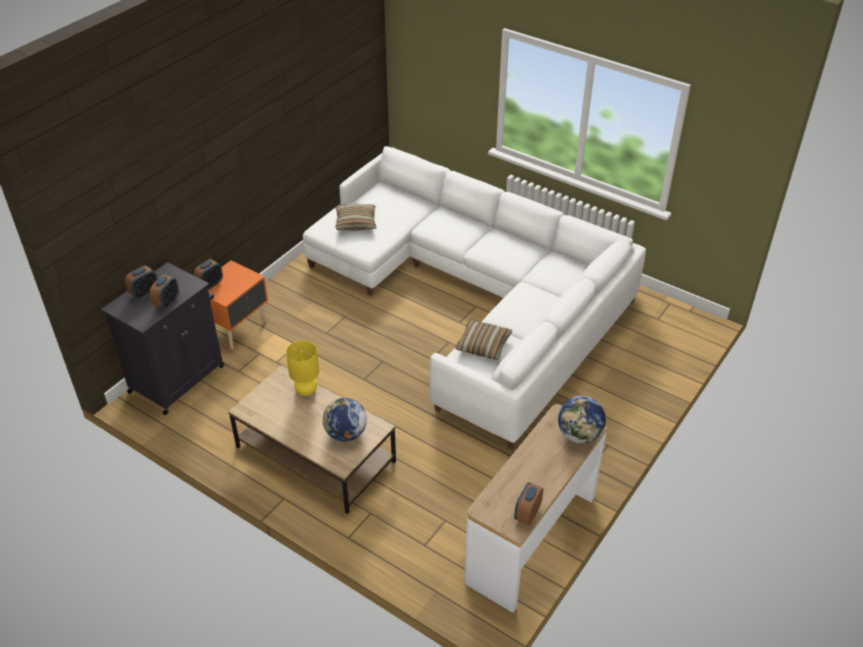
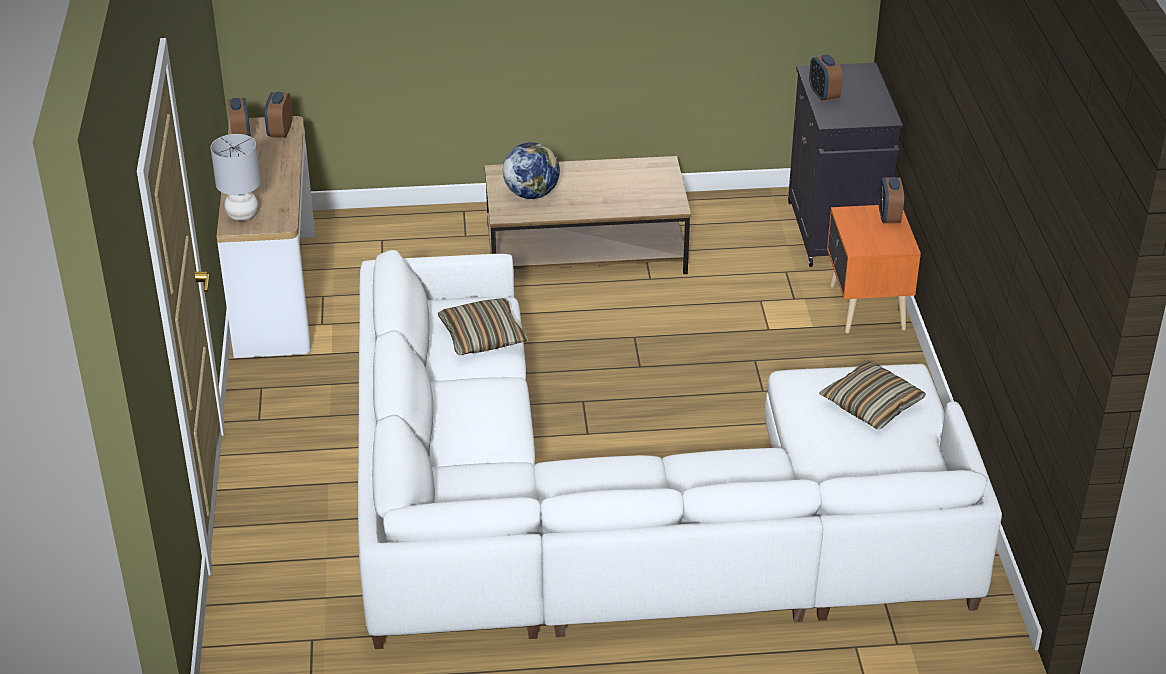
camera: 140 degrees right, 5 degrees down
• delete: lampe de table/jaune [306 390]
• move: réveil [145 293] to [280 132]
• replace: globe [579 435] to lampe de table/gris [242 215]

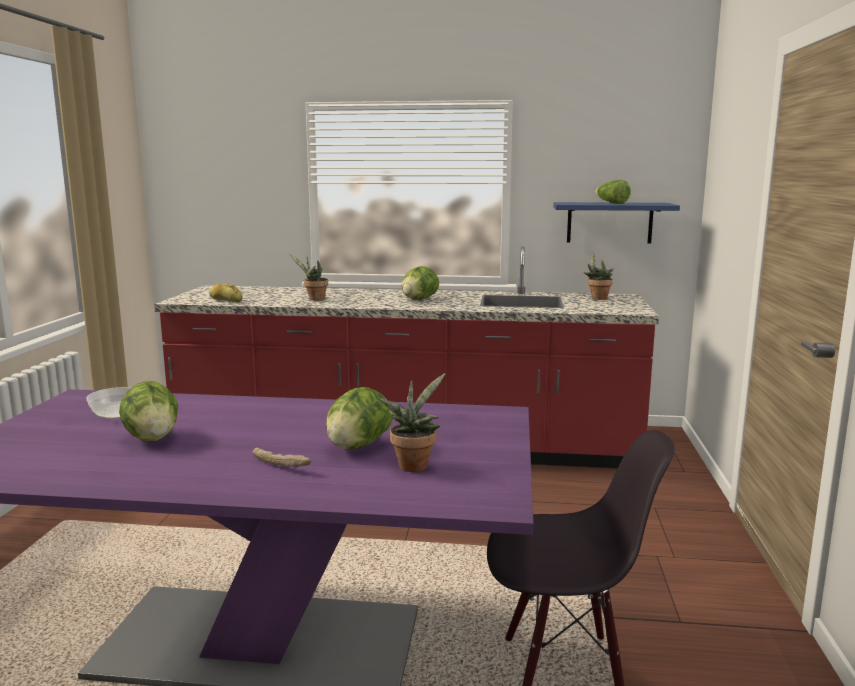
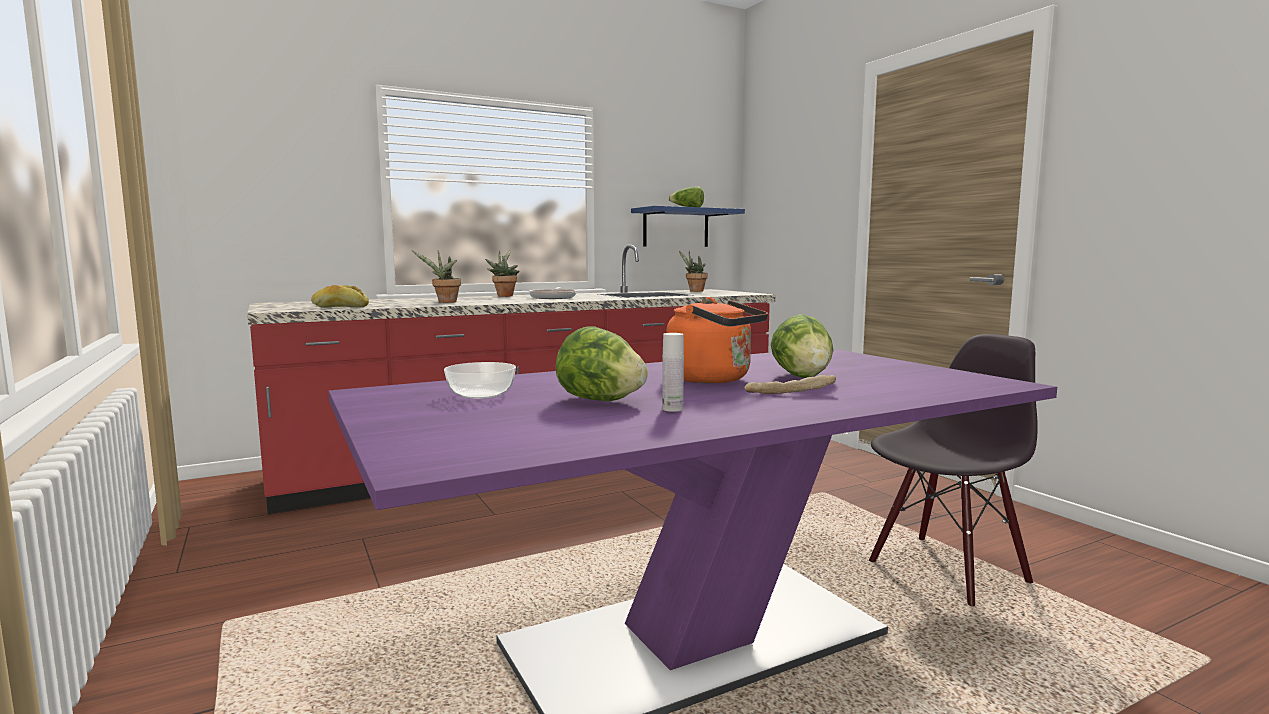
camera: 35 degrees left, 5 degrees down
• insert: bouteille/blanc [672 409]
• insert: bouilloire/orange [714 379]
• move: plante en pot [414 464] to [504 296]
• replace: laitue [419 299] to poêle [553 297]

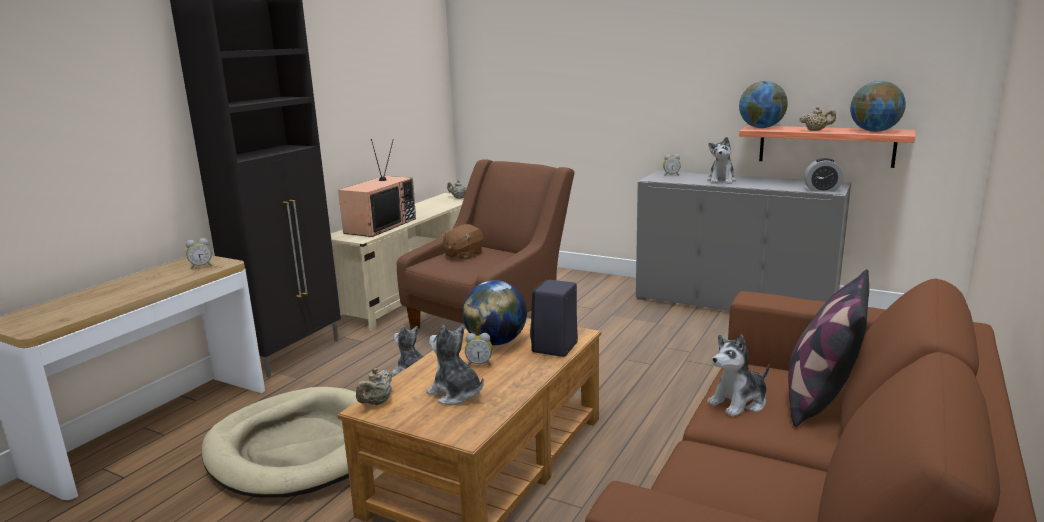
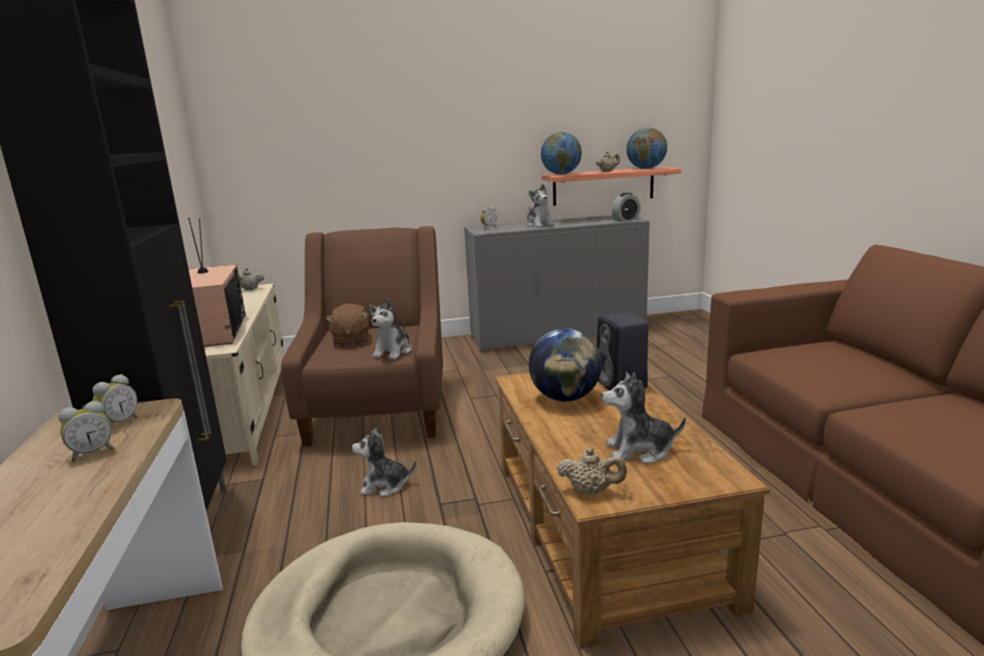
camera: 40 degrees left, 0 degrees up
• delete: coussin [820 399]
• move: réveil [479 364] to [92 453]
• move: peluche [739 402] to [393 352]
• rotate: théière/beige [377 402] = [591 491] 60 degrees counterclockwise

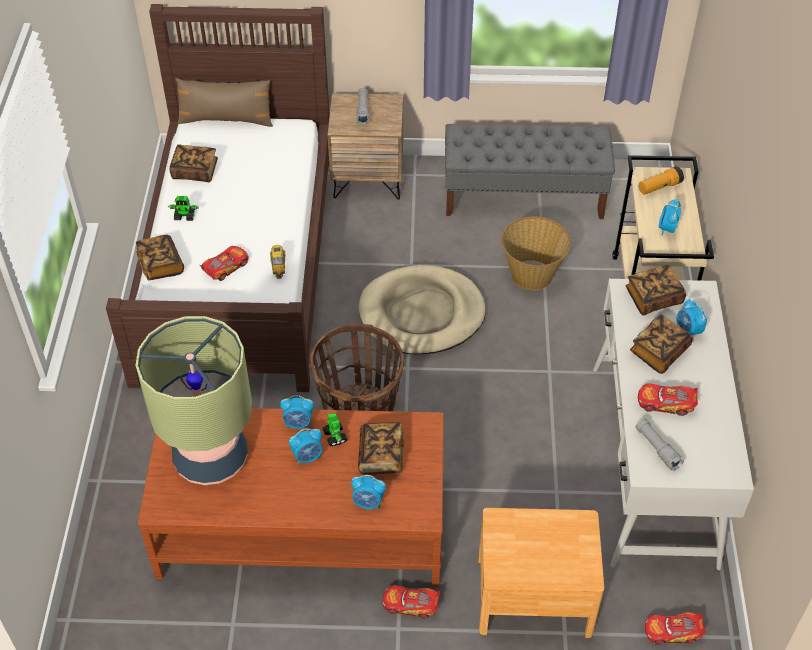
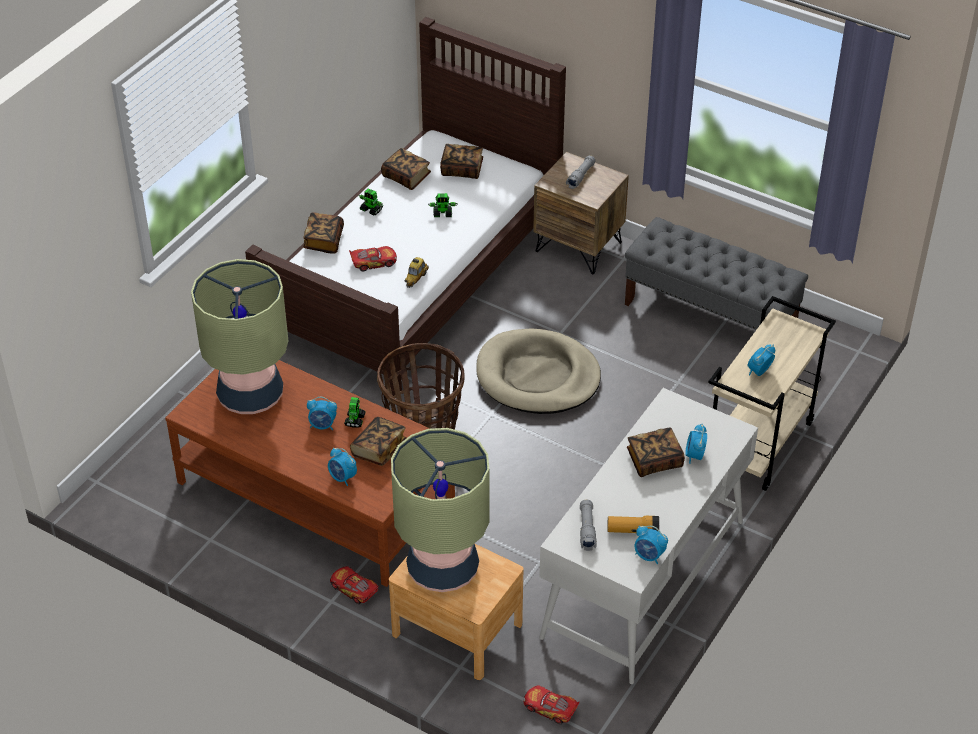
camera: 30 degrees right, 5 degrees down
• delete: coussin/marron [226 120]
• delete: panier [532 274]
• delete: petite voiture [666 403]
• insert: lampe de table [442 568]
• insert: robot jouet [443 213]
• move: réveil [298 423] to [649 556]
• move: livre [653 298] to [462 169]
• move: lampe de poche [659 187] to [632 531]

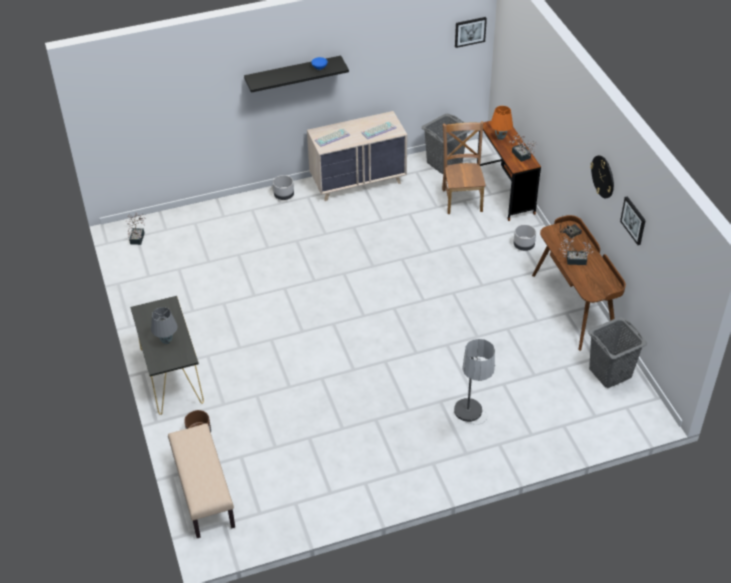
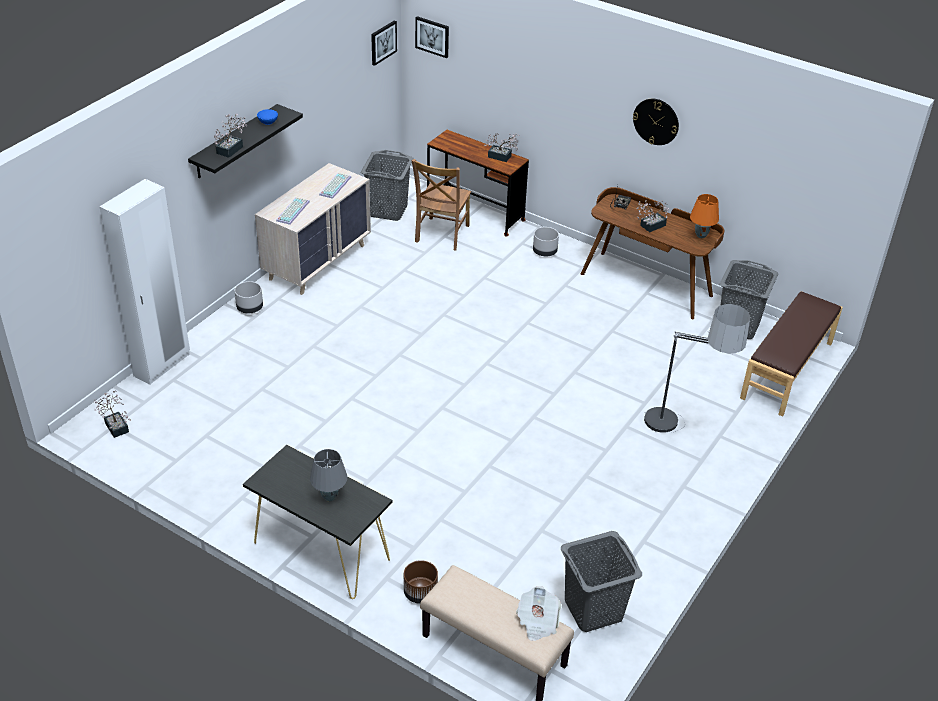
camera: 40 degrees left, 5 degrees down
• insert: armoire/blanc [162 365]
• insert: plante en pot [232 148]
• insert: journal [537 622]
• insert: panier à linge/gris [592 609]
• insert: banc/marron [787 370]
• move: lampe de table/orange [500 137] to [701 235]
• move: tableau [633 220] to [432 36]
• rotate: chaise/marron [462 199] = [441 235] 120 degrees counterclockwise

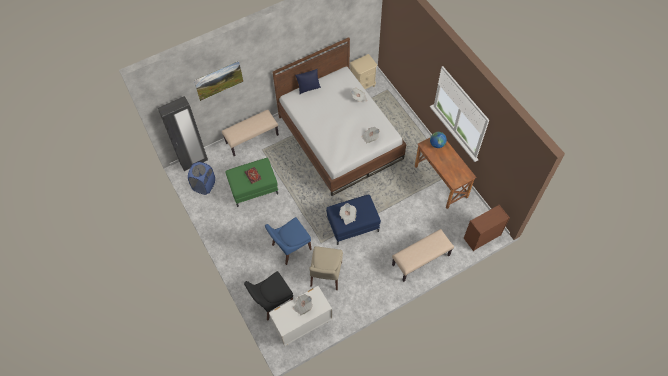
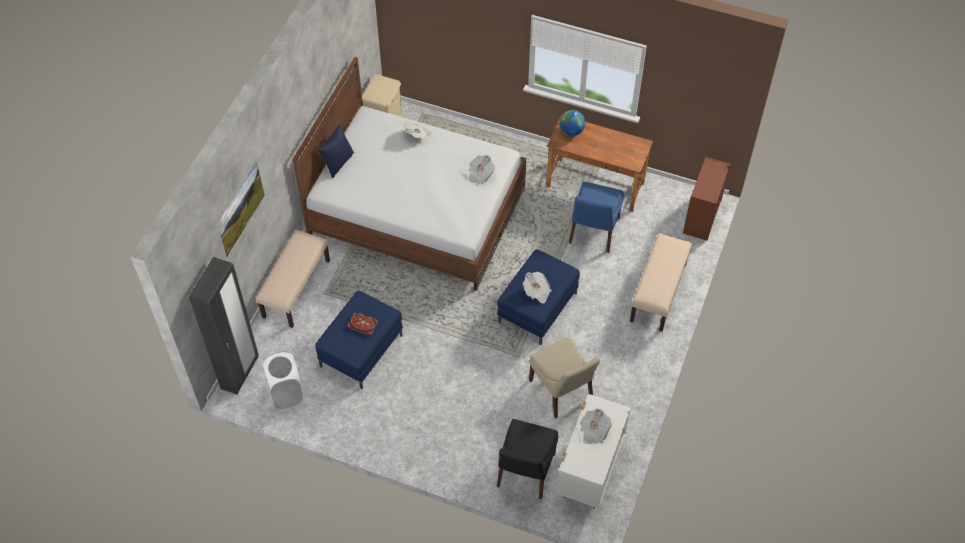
camera: 40 degrees left, 5 degrees down
• move: chaise/bleu [290 247] to [593 232]
• recolor: panier à linge/bleu [204 185] to panier à linge/blanc [286 393]
• recolor: pouf/vert [253 188] to pouf/bleu [361 350]

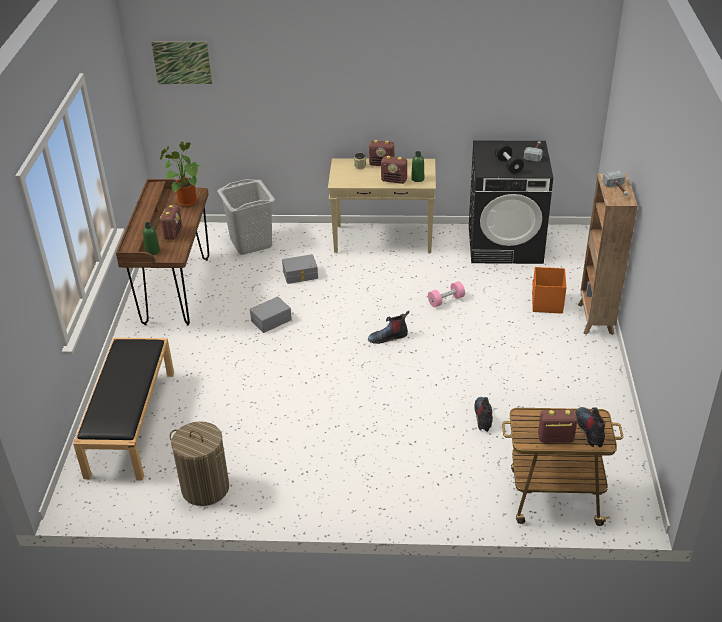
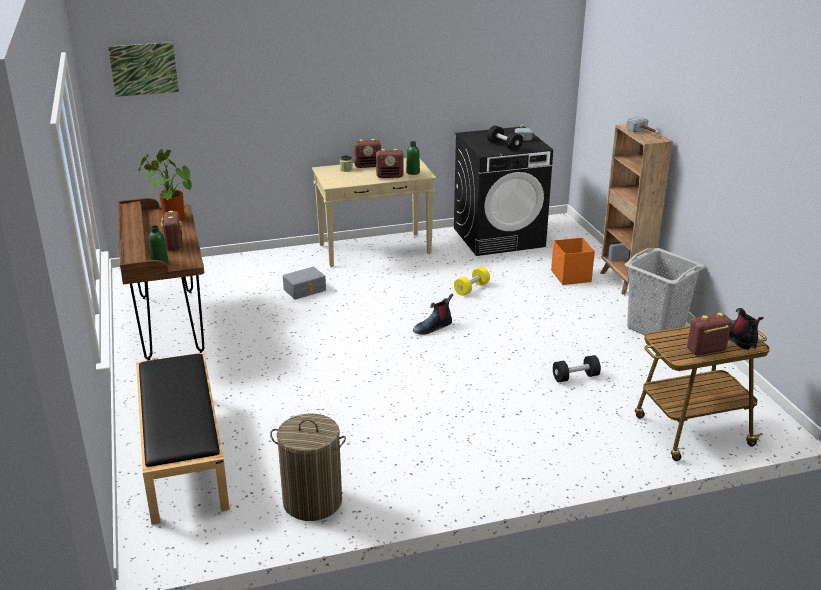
camera: 20 degrees left, 10 degrees down
• delete: boîte de rangement/gris [270 320]
• move: panier à linge/gris [251 243] to [655 328]
• replace: botte [483 417] to haltère/noir [575 377]
• recolor: haltère/rose [446 300] to haltère/jaune [471 289]

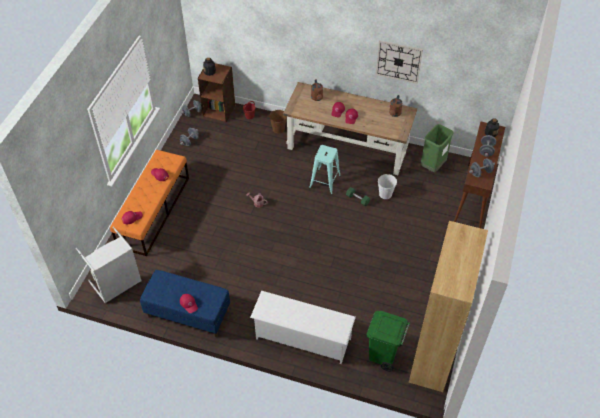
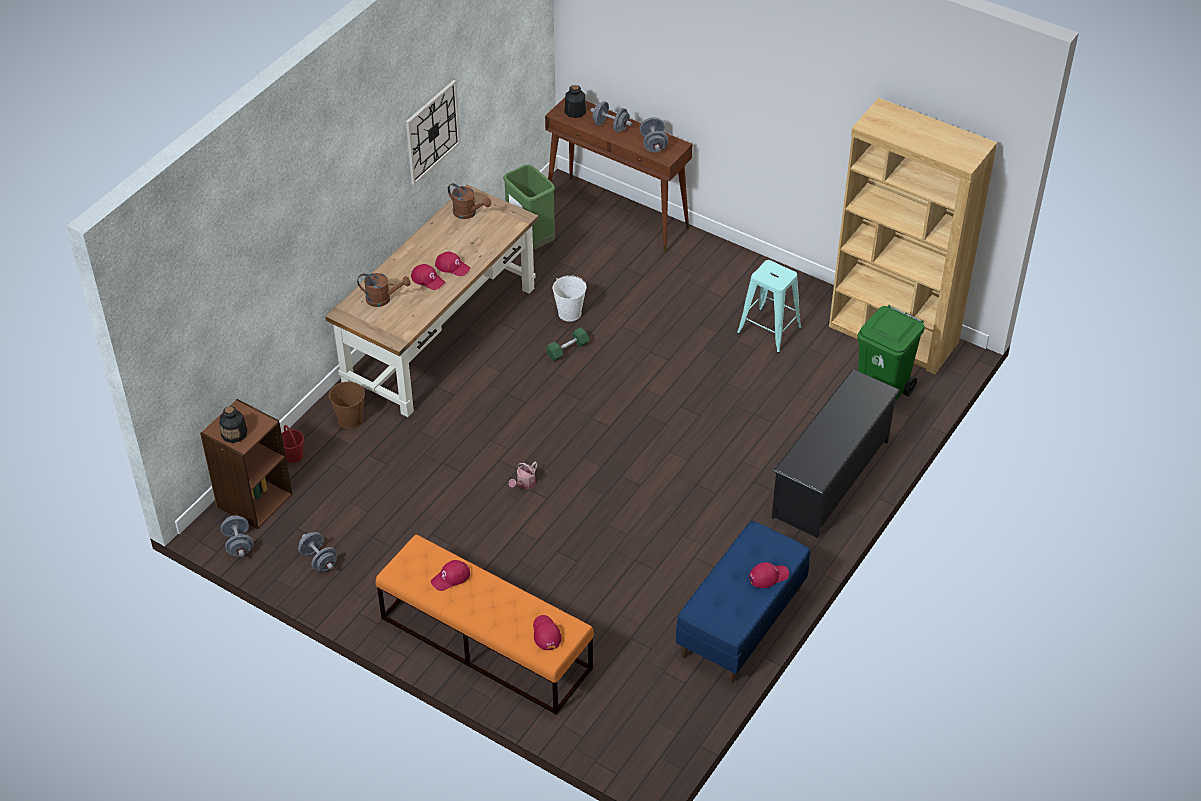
camera: 75 degrees left, 5 degrees down
• delete: panier à linge/gris [117 284]
• move: tabouret/turquoise [325 181] to [769 330]
• recolor: étagère à chaussures/blanc [302 339] to étagère à chaussures/noir [831 478]

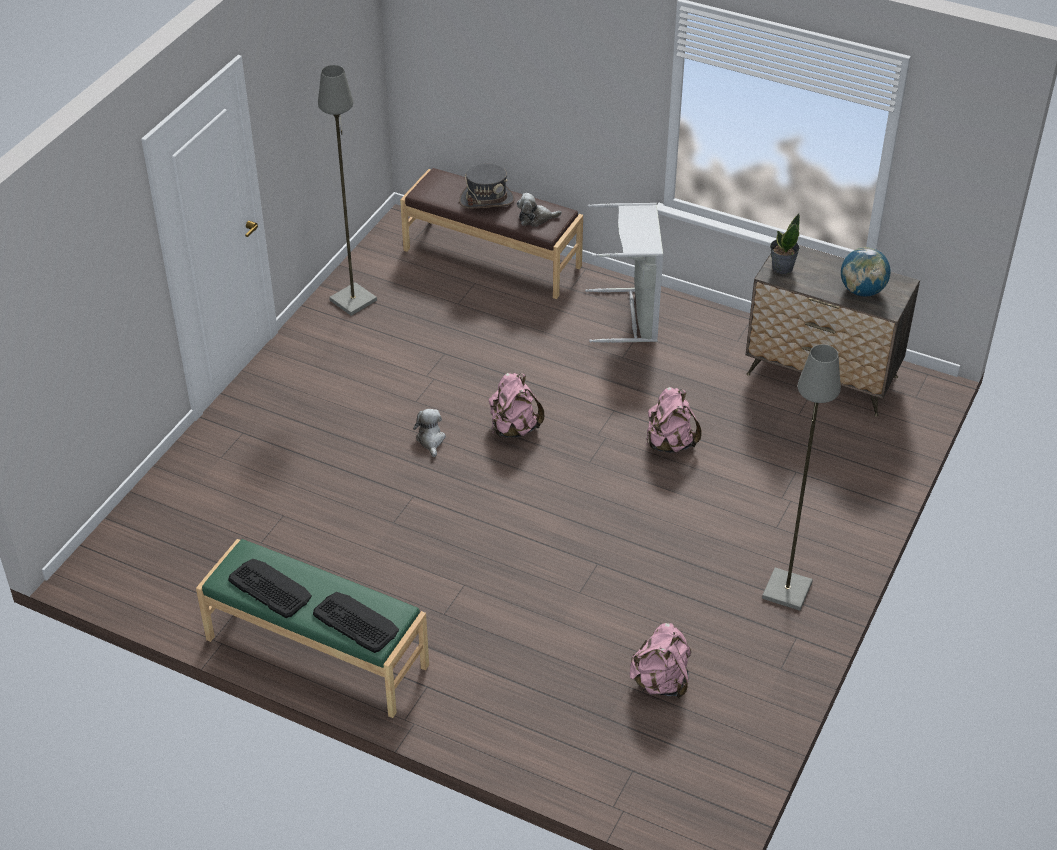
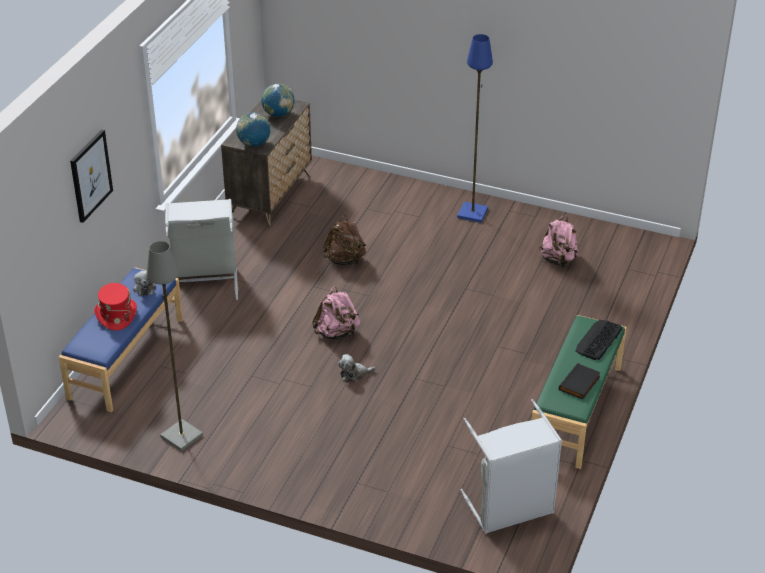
camera: 95 degrees left, 5 degrees down
• insert: tableau [90 175]
• insert: panier à linge/gris [510 509]
• replace: clavier [269 588] to livre/noir [580 384]
• replace: plante en pot [782 267] to globe [254 144]
• recolor: banc/marron [492 257] to banc/bleu [125 358]
• recolor: chapeau/gris [487 200] to chapeau/rouge [116 315]
• recolor: sac à dos/rose [670 443] to sac à dos/marron [345 260]
• recolor: lampadaire/gris [787 591] to lampadaire/bleu [473 213]

